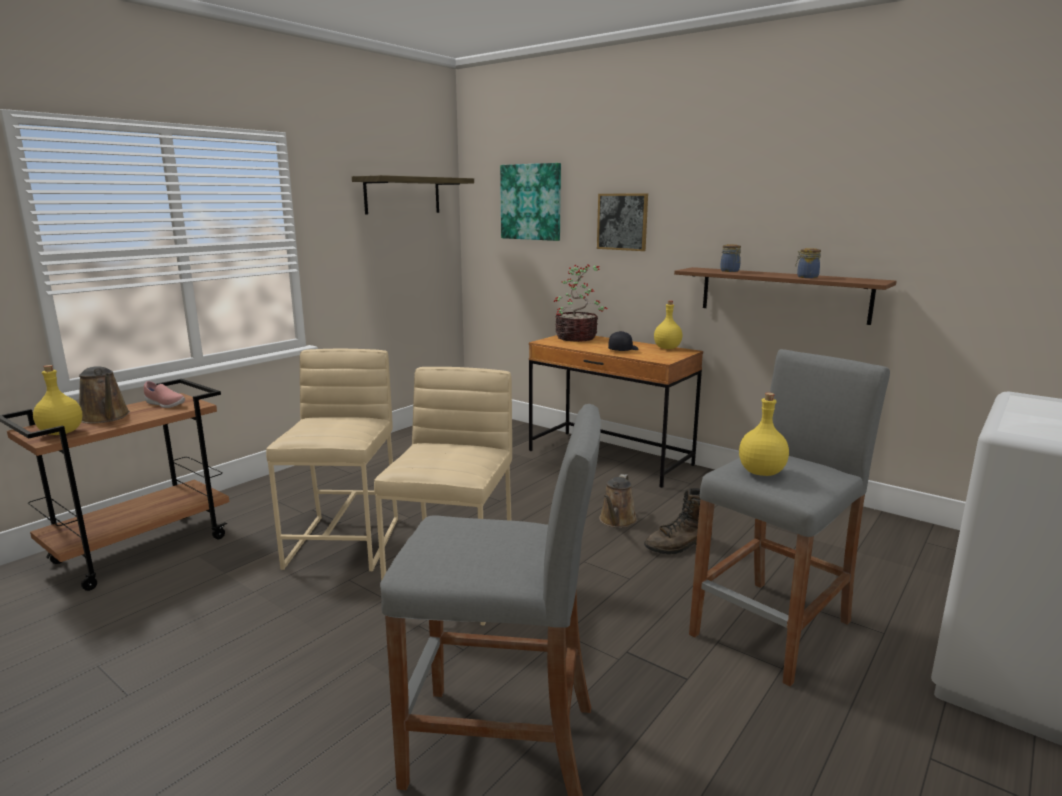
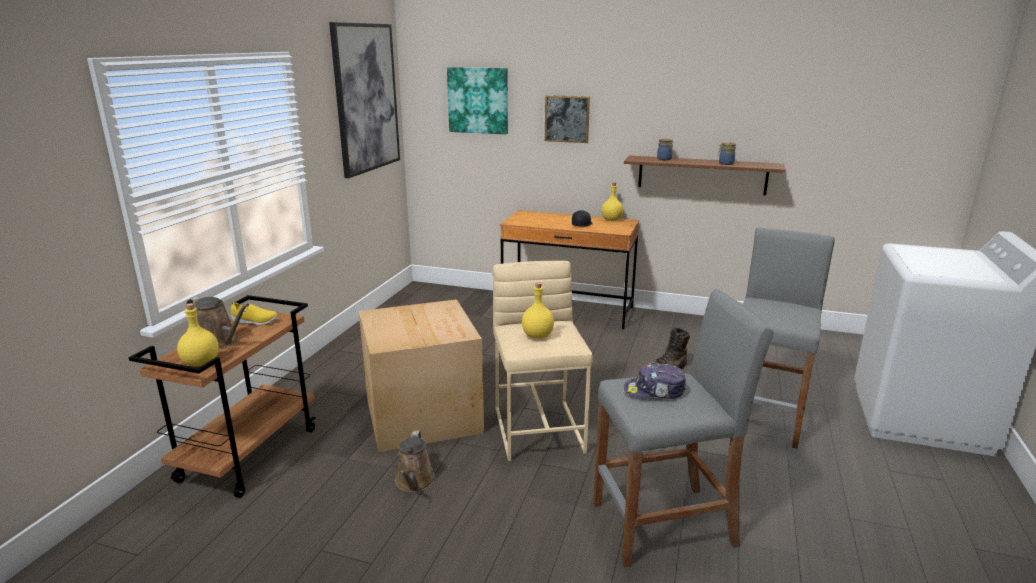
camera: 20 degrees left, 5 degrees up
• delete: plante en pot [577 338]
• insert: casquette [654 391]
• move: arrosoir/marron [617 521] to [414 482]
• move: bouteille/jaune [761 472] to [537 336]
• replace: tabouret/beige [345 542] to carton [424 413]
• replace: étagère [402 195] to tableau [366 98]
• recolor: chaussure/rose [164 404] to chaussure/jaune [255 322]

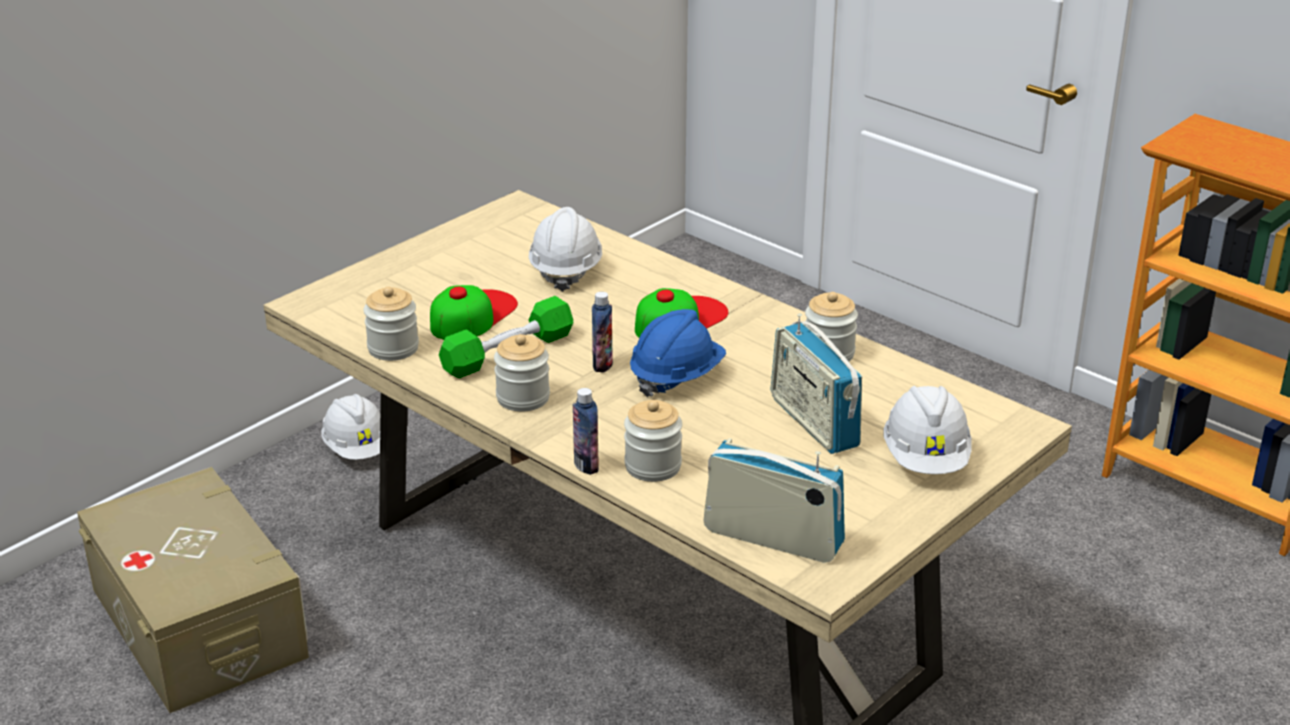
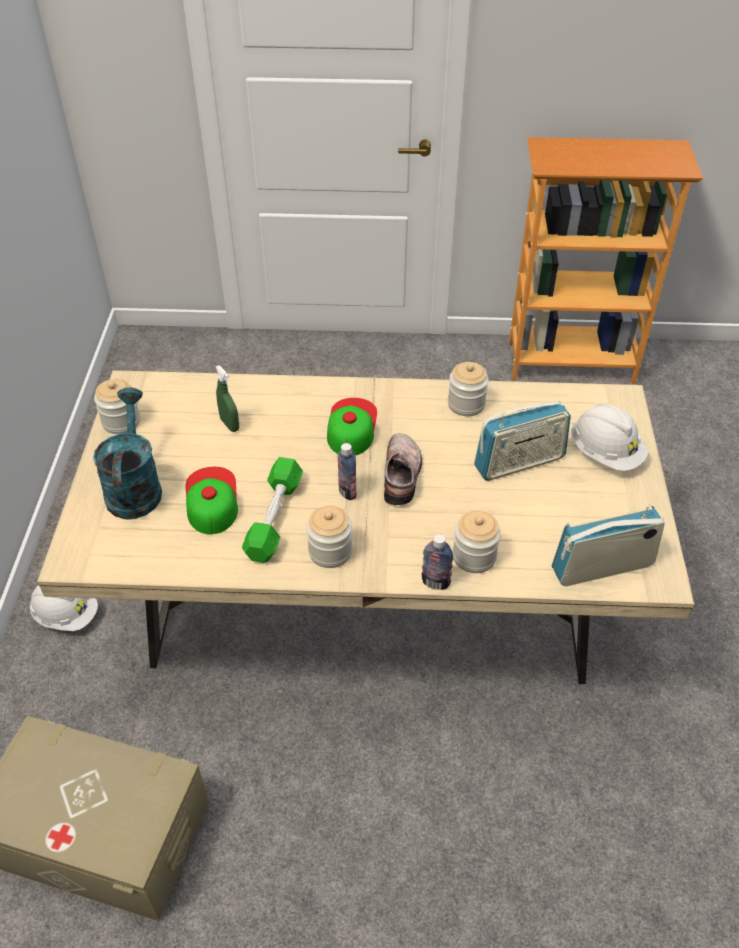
camera: 40 degrees left, 15 degrees up
• insert: arrosoir/turquoise [134 487]
• move: bocal [393 348] to [121 422]
• replace: casque de chantier/blanc [566 270] to vaporisateur/vert [230 425]
• replace: casque de chantier/bleu [676 377] to chaussure [403 474]
• rotate: radio [813 422] = [519 463] 45 degrees counterclockwise

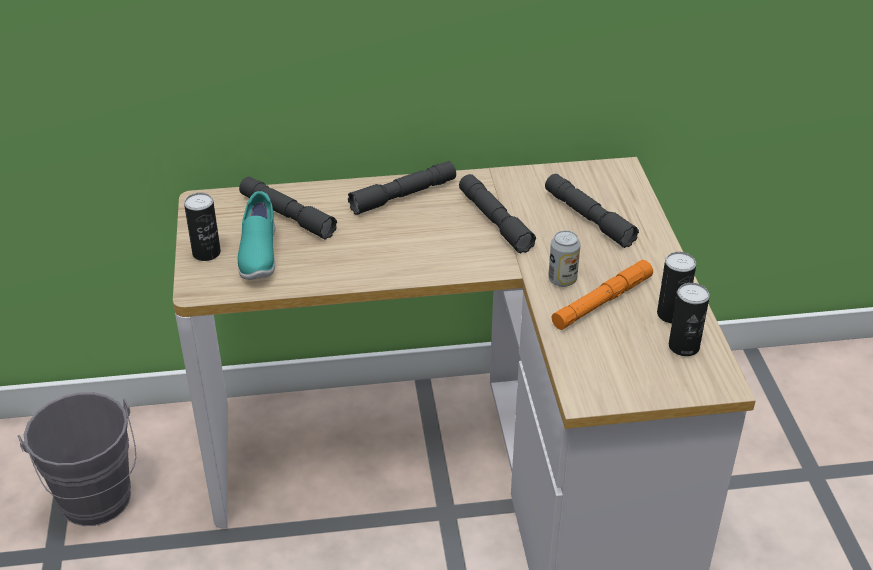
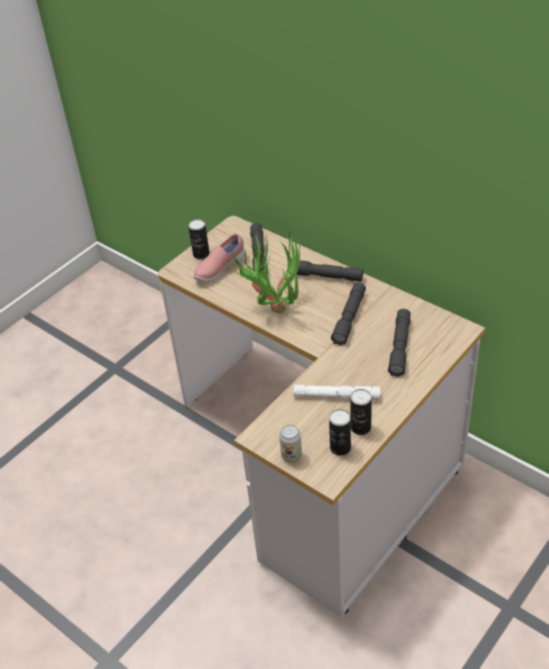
camera: 50 degrees right, 5 degrees up
• delete: seau/gris [98 505]
• insert: plante en pot [273 306]
• move: boîte métallique [562 280] to [291 456]
• recolor: chaussure/turquoise [258 255] to chaussure/rose [219 269]
• recolor: lampe de poche/orange [602 301] to lampe de poche/blanc [336 396]

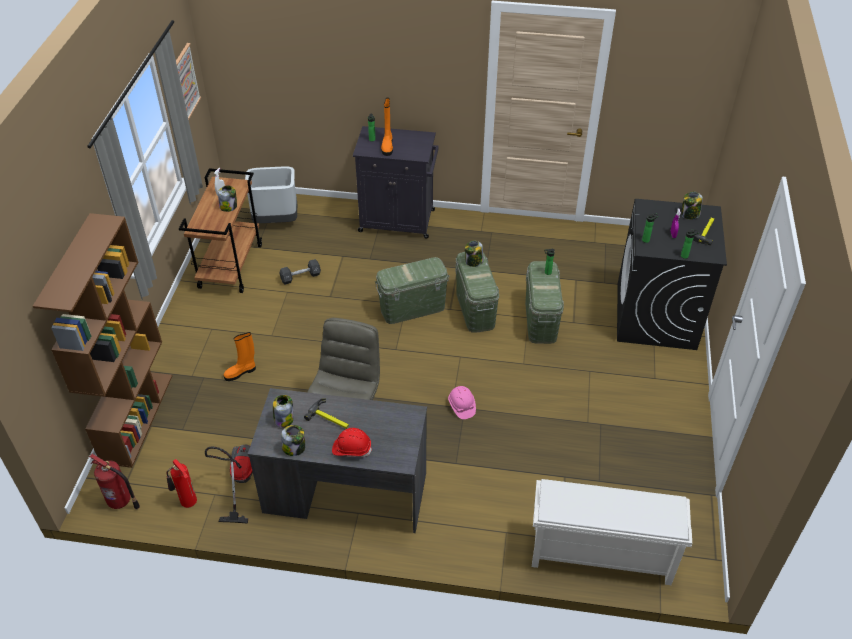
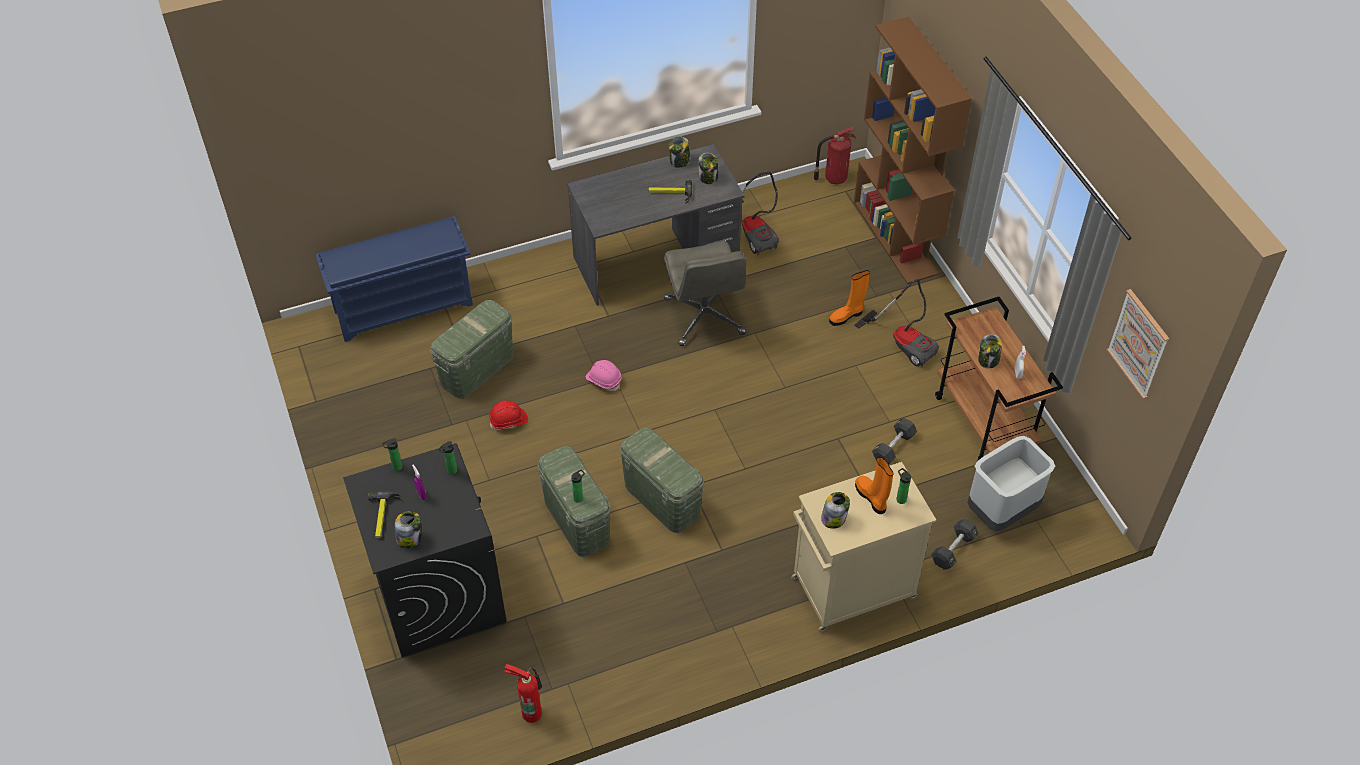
camera: 150 degrees right, 5 degrees up
• insert: aspirateur [904 342]
• insert: haltère/noir [953 549]
• move: extincteur [188 502] to [531 711]
• move: casque de chantier/rouge [351 448] to [508 421]
• move: boîte de rangement/vert [412 308] to [477 369]
• move: bocal [473 262] to [833 518]
• recolor: meuble de rangement/noir [398 221] to meuble de rangement/beige [851 589]
• recolor: étagère à chaussures/blanc [599 556] to étagère à chaussures/bleu [404 306]
• rotate: botte/orange [241 372] = [847 316] 150 degrees counterclockwise

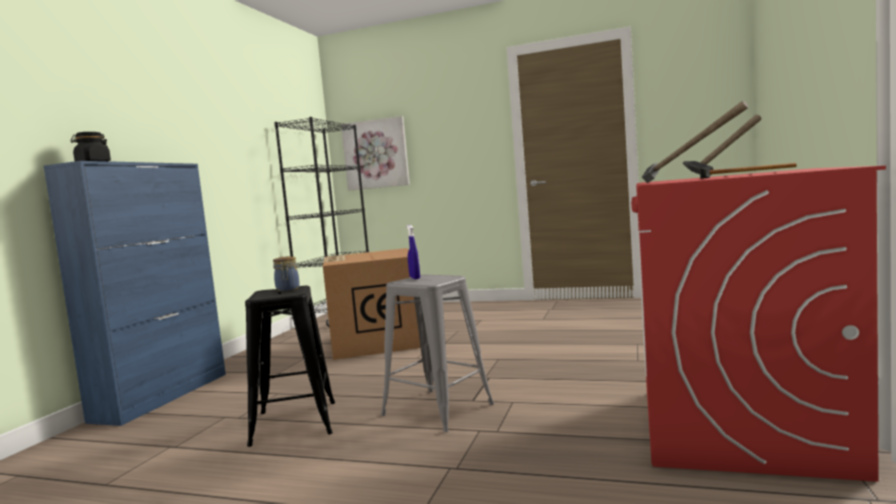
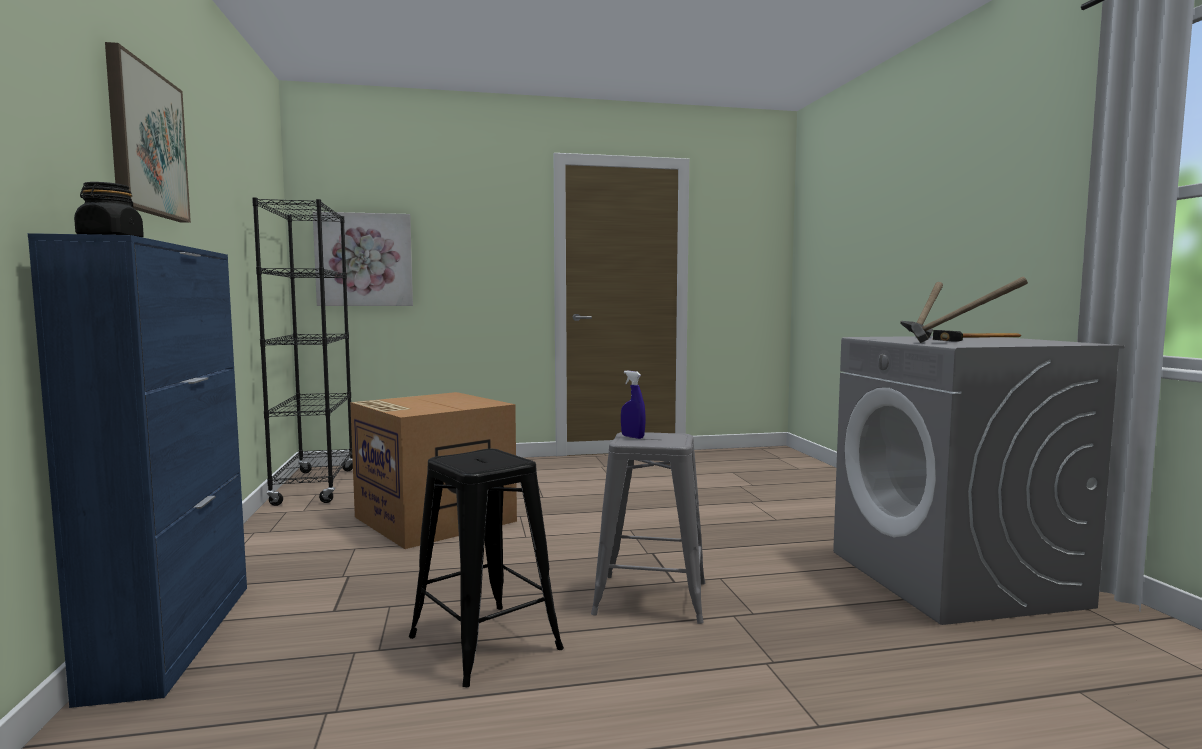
camera: 30 degrees left, 0 degrees up
• delete: bocal [287 289]
• insert: tableau [146 142]
• recolor: lave-linge/rouge [741 429] to lave-linge/gris [954 578]

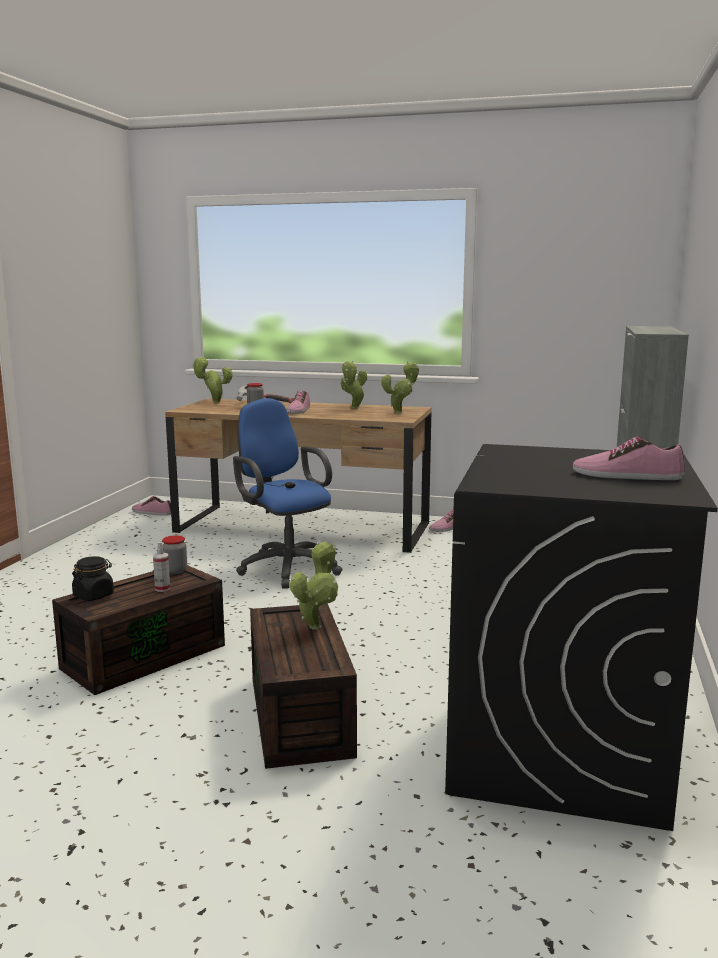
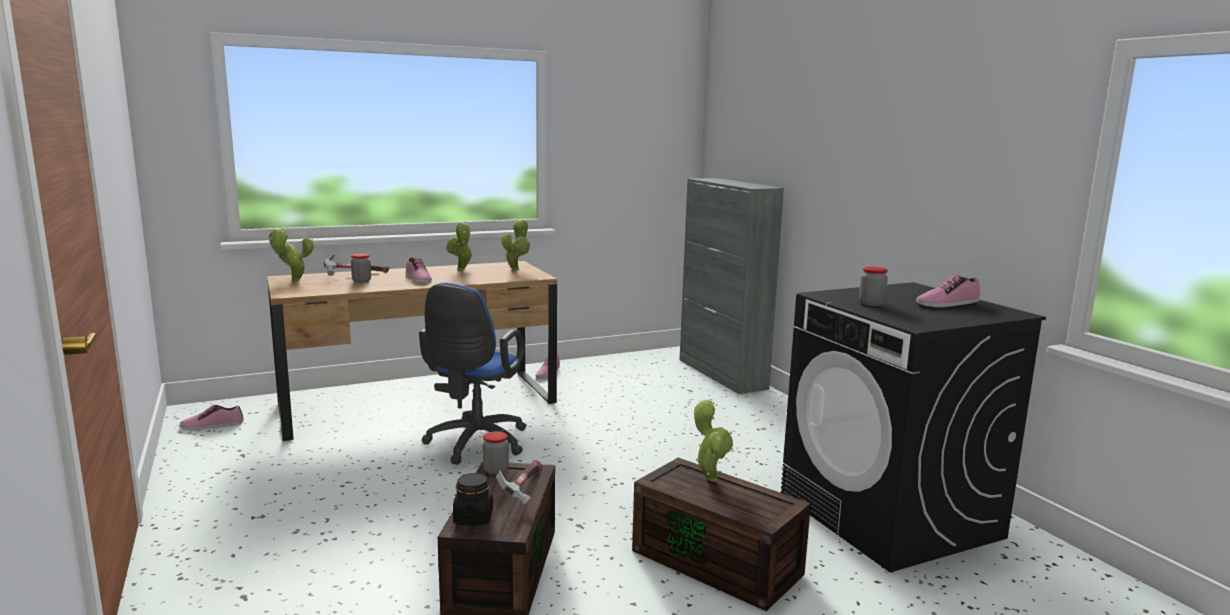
camera: 40 degrees left, 0 degrees up
• insert: bocal [871 304]
• replace: vaporisateur [162 589] to marteau [523 490]
• rotate: chaise de bureau/bleu [286 567] = [474 445] 90 degrees counterclockwise

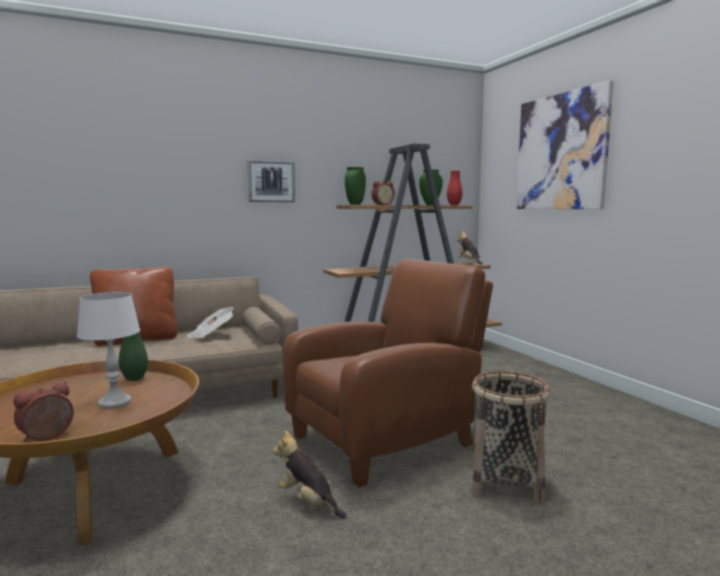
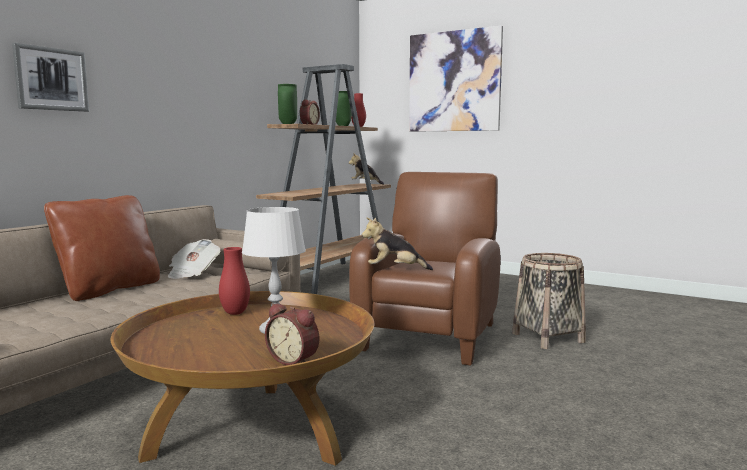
camera: 35 degrees left, 0 degrees up
• move: tableau [271 181] to [51 79]
• move: peluche [308 501] to [395 270]
• recolor: vase/vert [134 379] to vase/rouge [235 313]
• rotate: réveil [47 437] = [294 360] 60 degrees counterclockwise

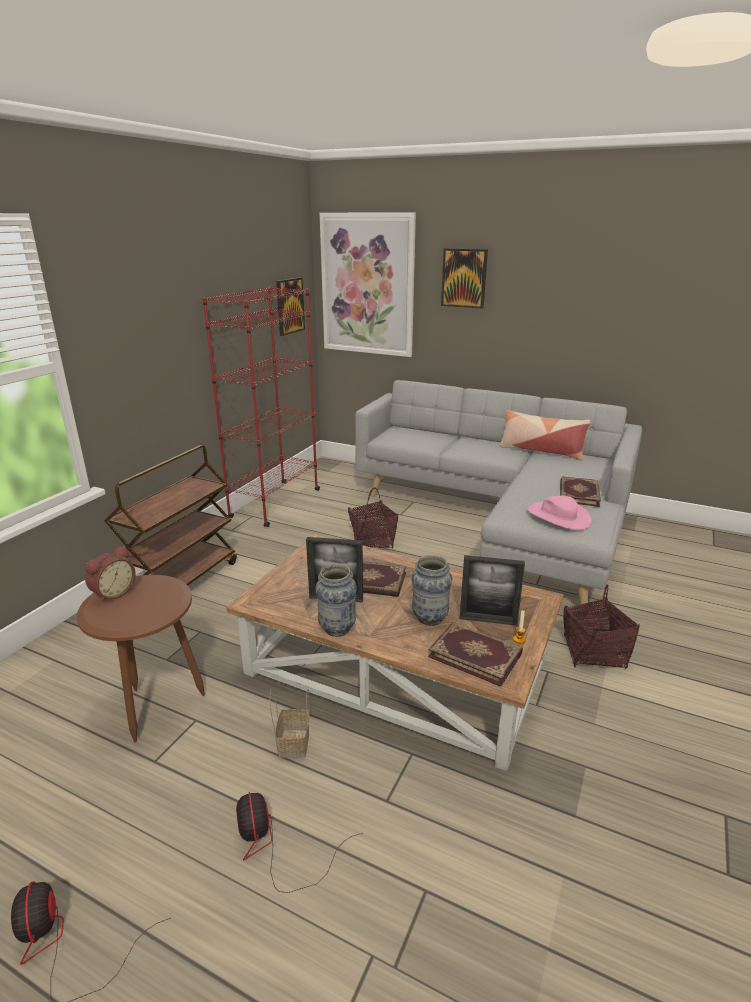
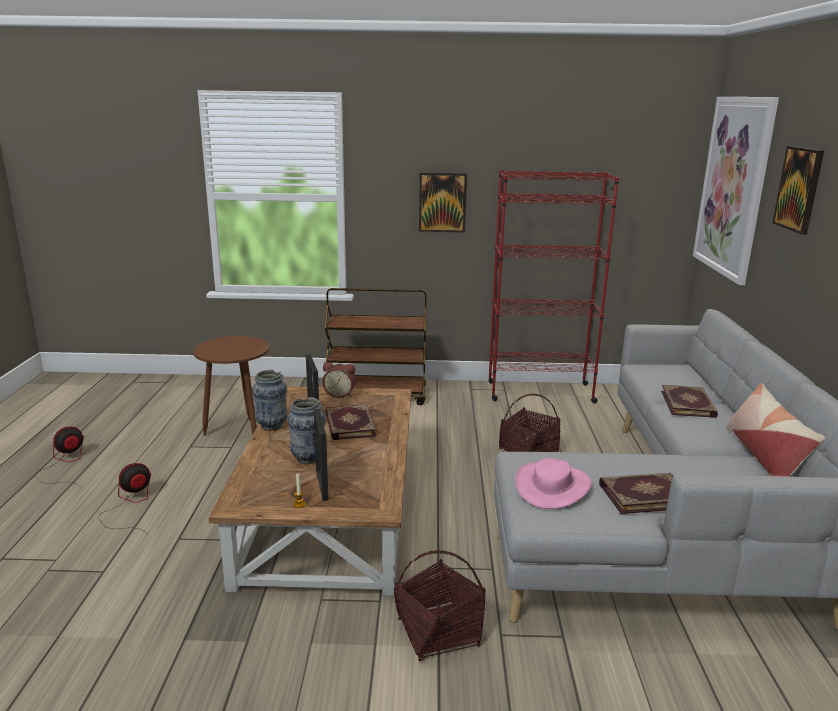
camera: 65 degrees right, 5 degrees down
• delete: panier [293 742]
• move: réveil [113 593] to [340 394]
• move: tableau [289 306] to [442 202]
• move: livre [475 654] to [689 404]

